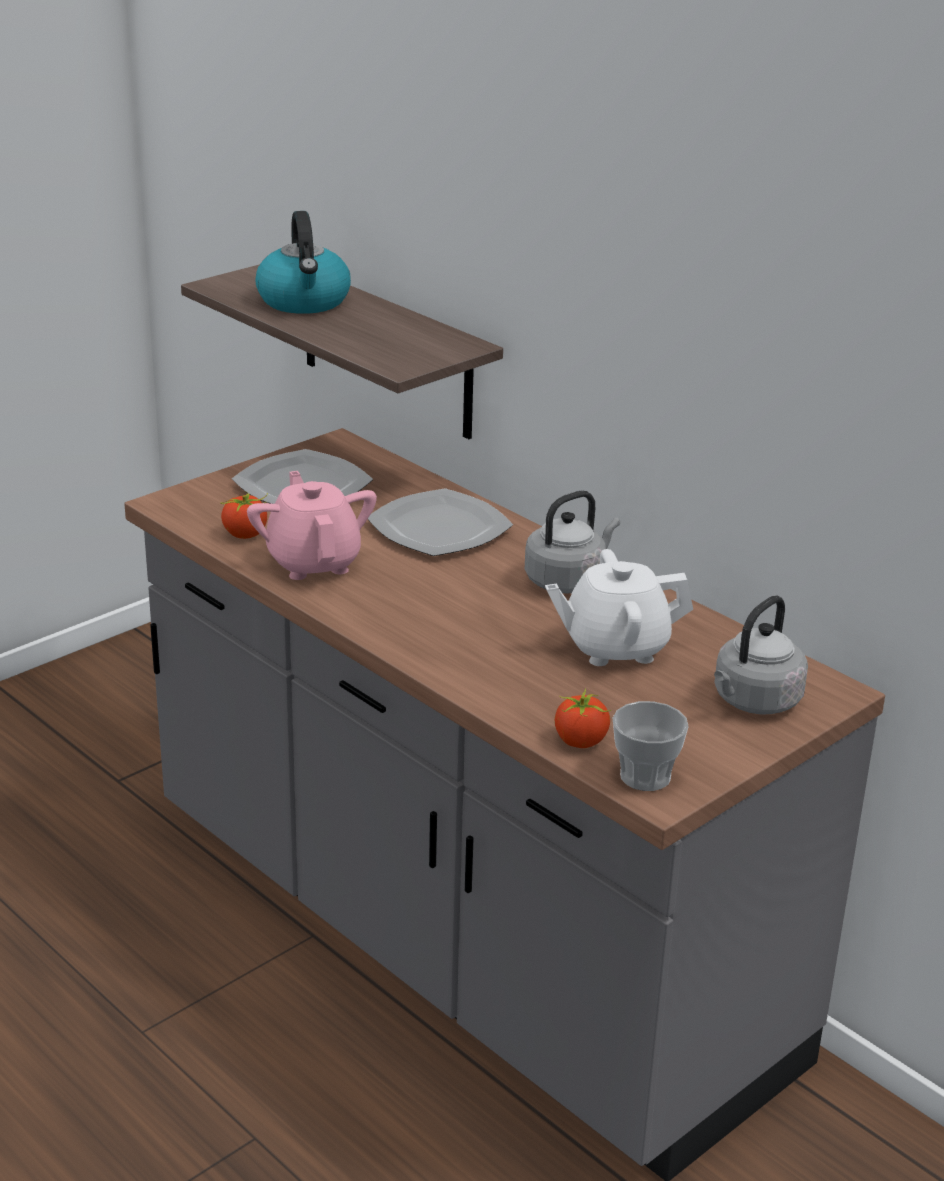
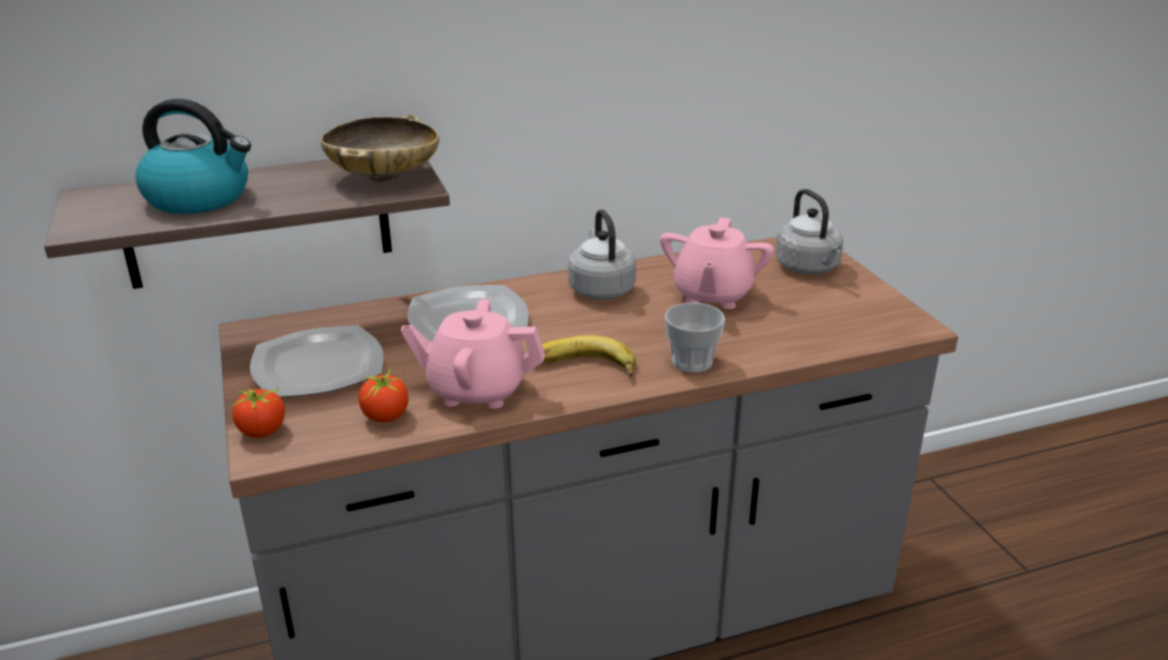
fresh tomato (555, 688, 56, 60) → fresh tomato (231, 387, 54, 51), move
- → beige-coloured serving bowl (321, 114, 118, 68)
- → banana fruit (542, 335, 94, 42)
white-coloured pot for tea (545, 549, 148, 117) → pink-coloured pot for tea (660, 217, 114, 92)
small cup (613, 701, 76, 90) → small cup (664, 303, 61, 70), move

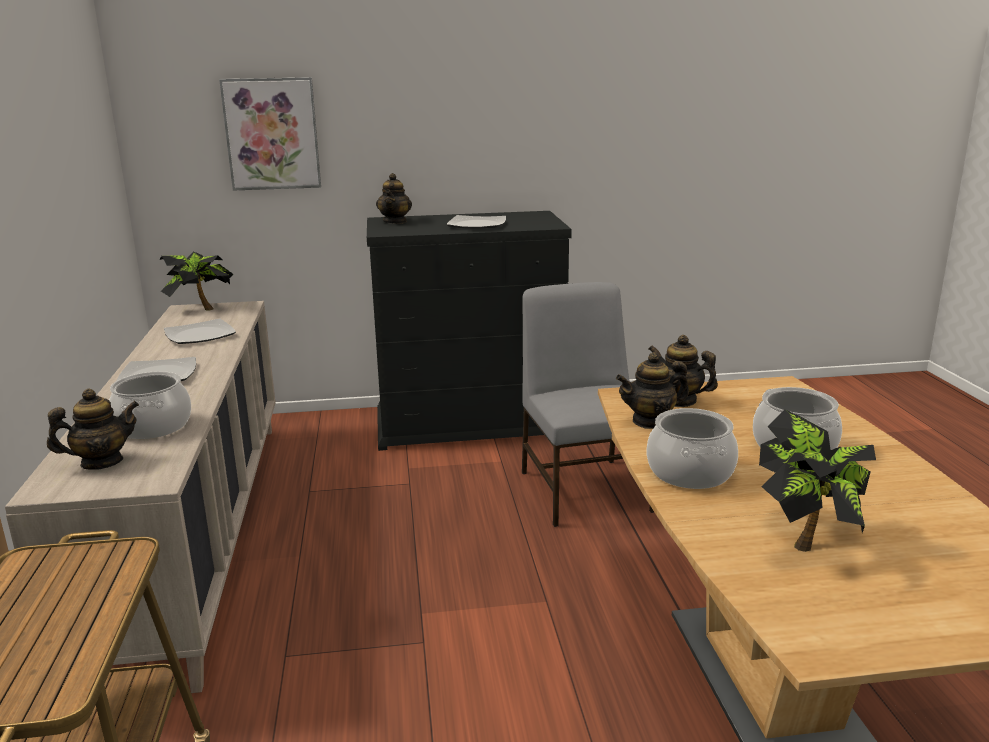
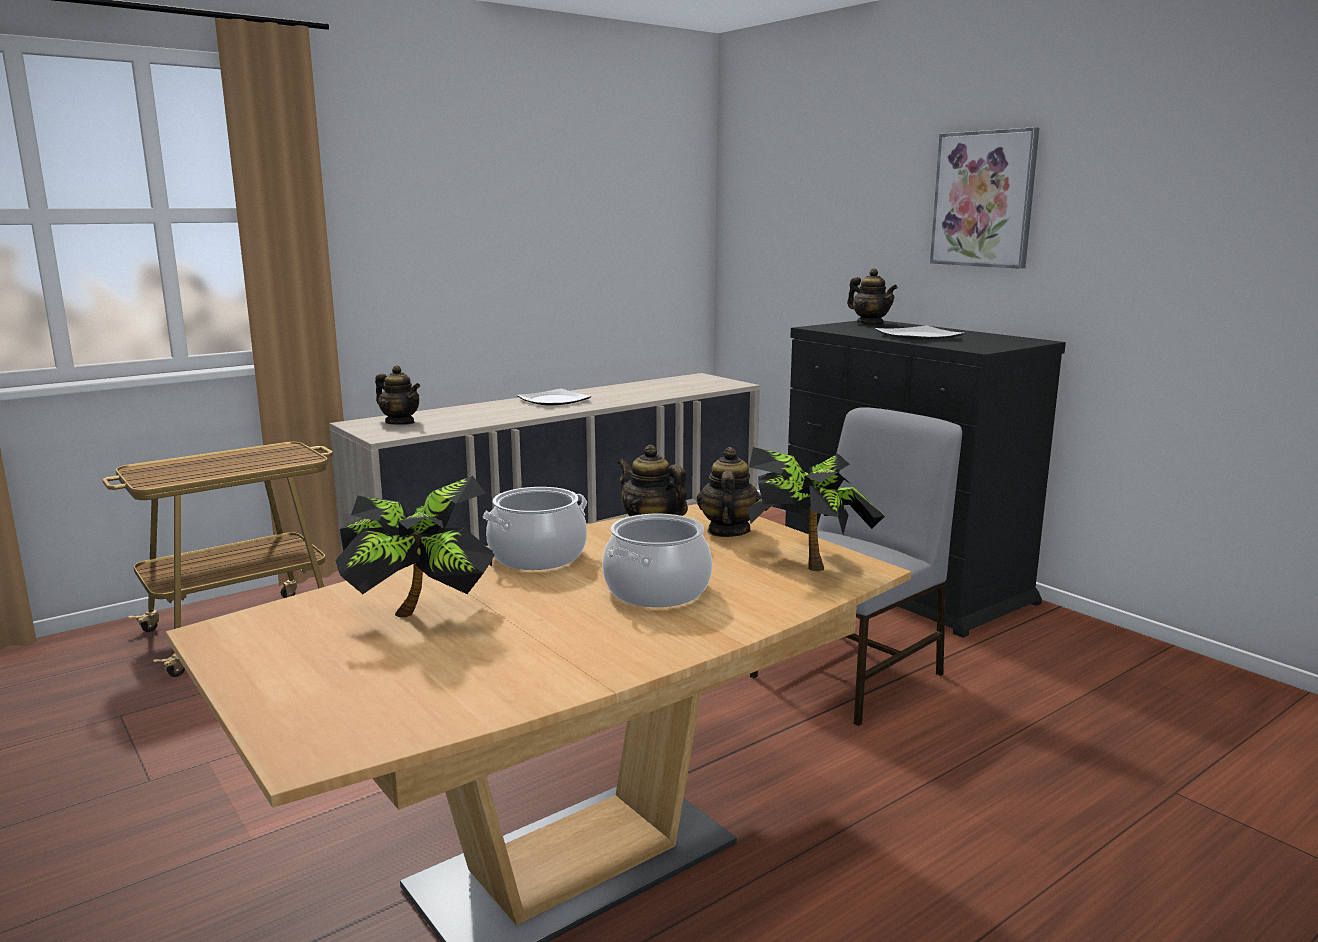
houseplant (160, 251, 73, 60) → houseplant (748, 447, 137, 124), move
pot for tea (376, 173, 36, 51) → pot for tea (847, 268, 51, 57), 105 degrees counterclockwise
picture (219, 77, 102, 114) → picture (930, 127, 109, 142), move
saucepot (109, 371, 82, 68) → -
dinner plate (164, 319, 72, 25) → -

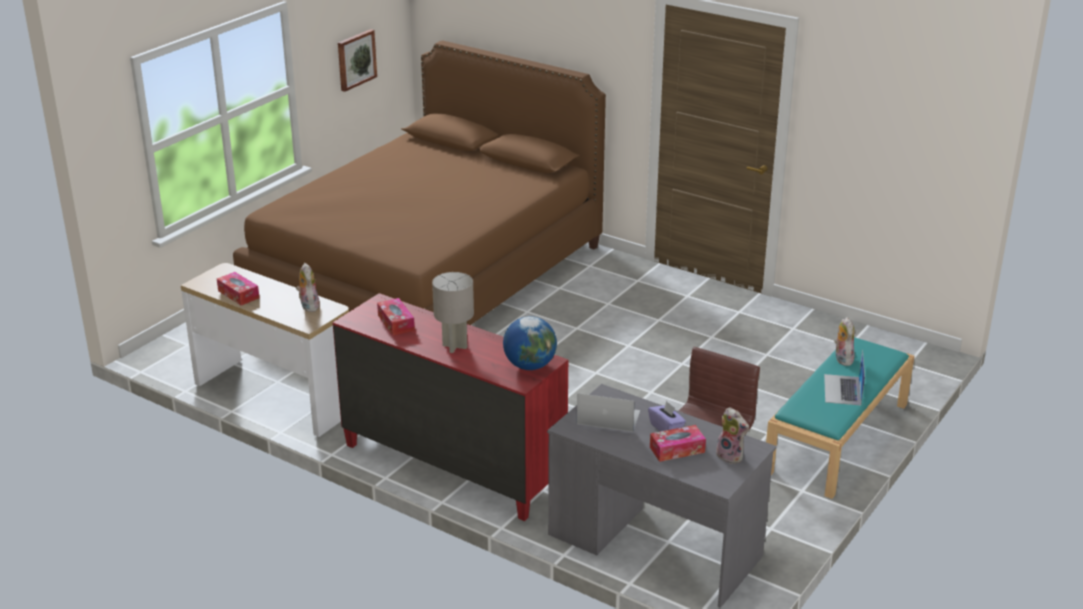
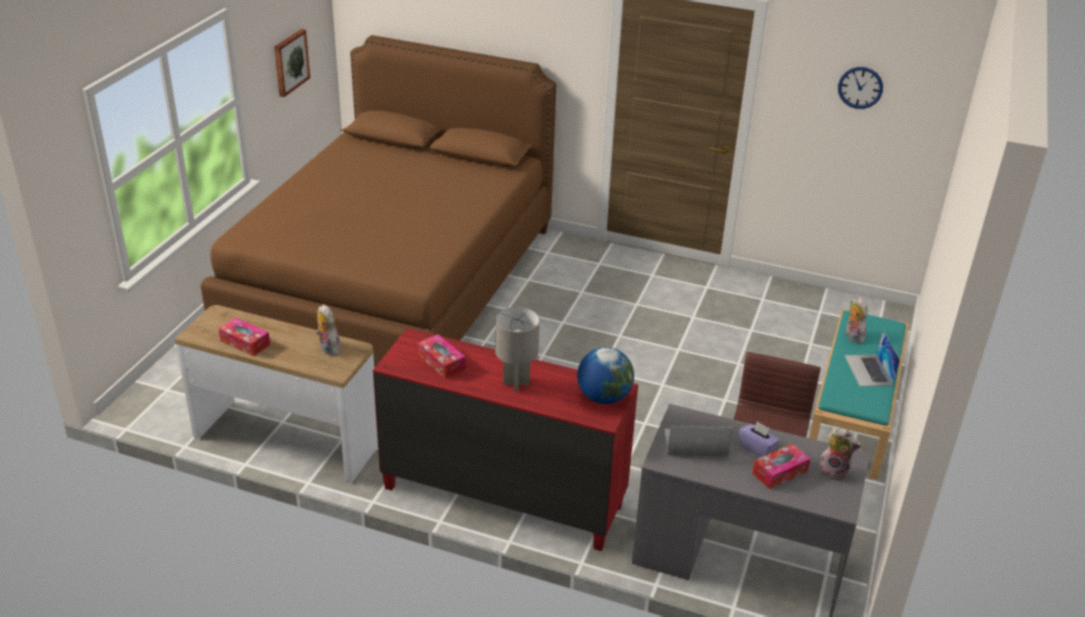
- → clock on the wall (838, 67, 45, 42)

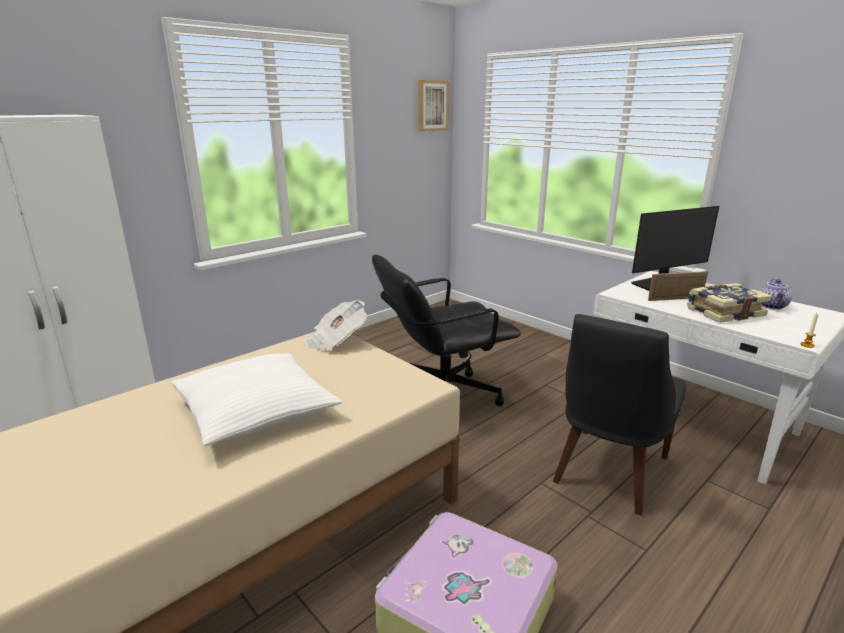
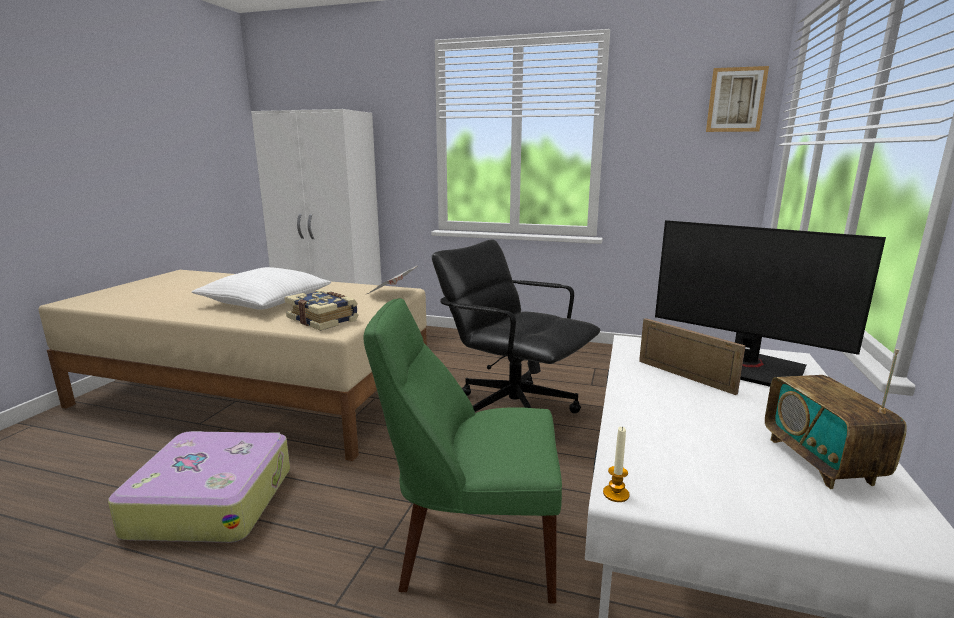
book (687, 283, 85, 40) → book (284, 289, 75, 42), move
black chair (553, 314, 133, 201) → green chair (363, 298, 199, 306)
pot for tea (759, 279, 33, 31) → radio (765, 349, 142, 140)

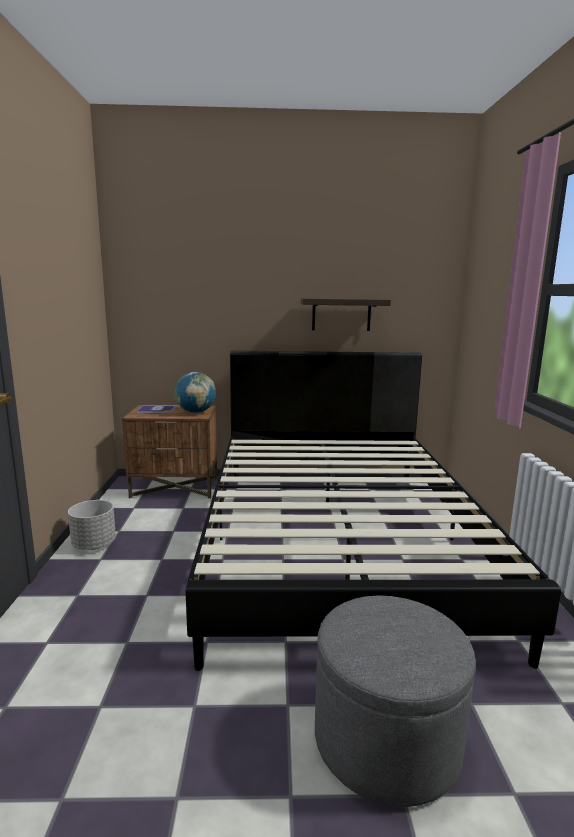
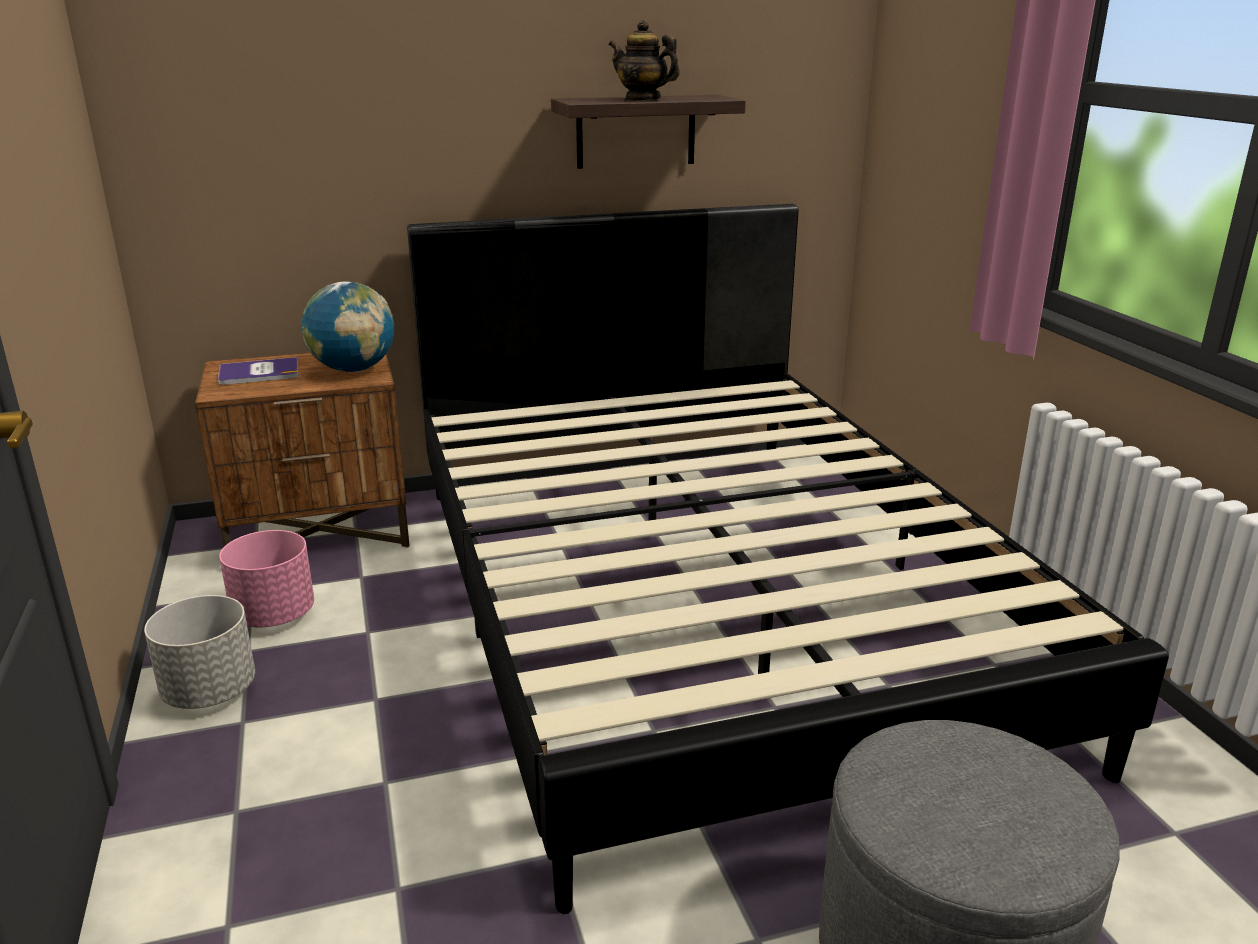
- → pink-coloured plant pot (219, 530, 95, 97)
- → pot for tea (609, 20, 71, 81)

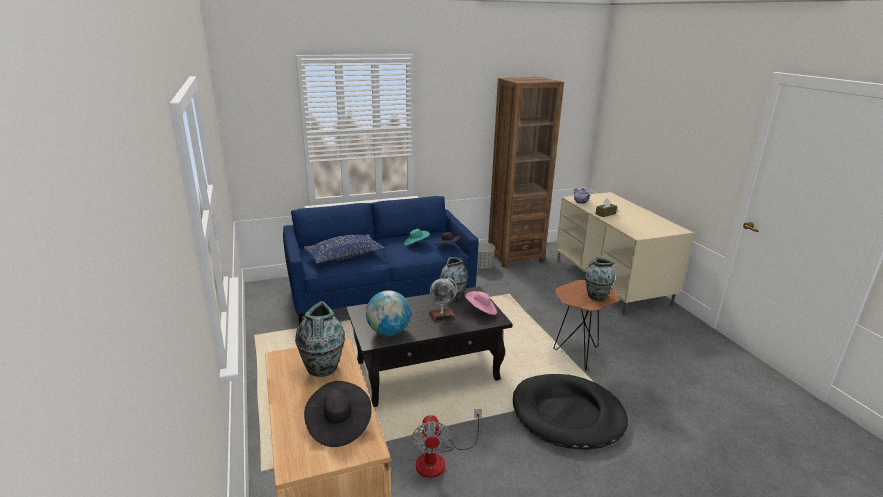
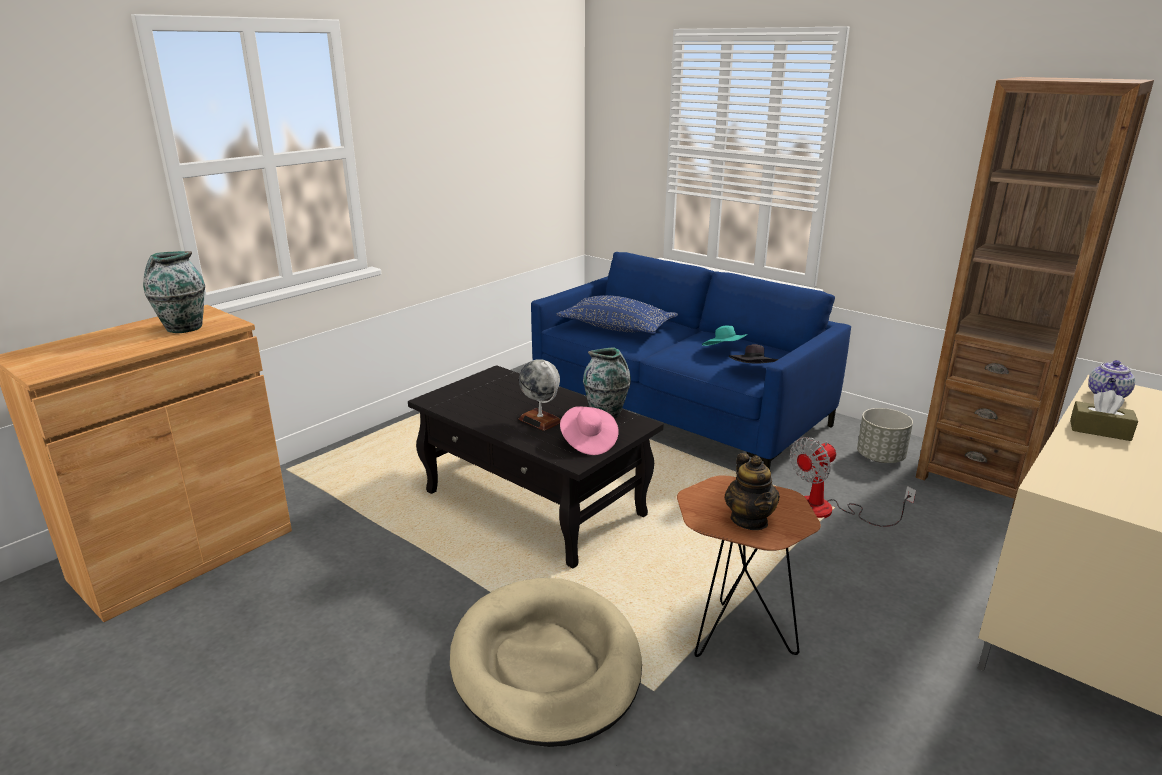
black dog bed (513, 374, 115, 76) → beige-coloured dog bed (450, 578, 192, 169)
flower vase (585, 257, 30, 44) → pot for tea (725, 453, 55, 77)
fan (412, 409, 70, 69) → fan (790, 437, 126, 90), move
black clothing hat (304, 381, 68, 66) → -
globe (366, 290, 45, 46) → -

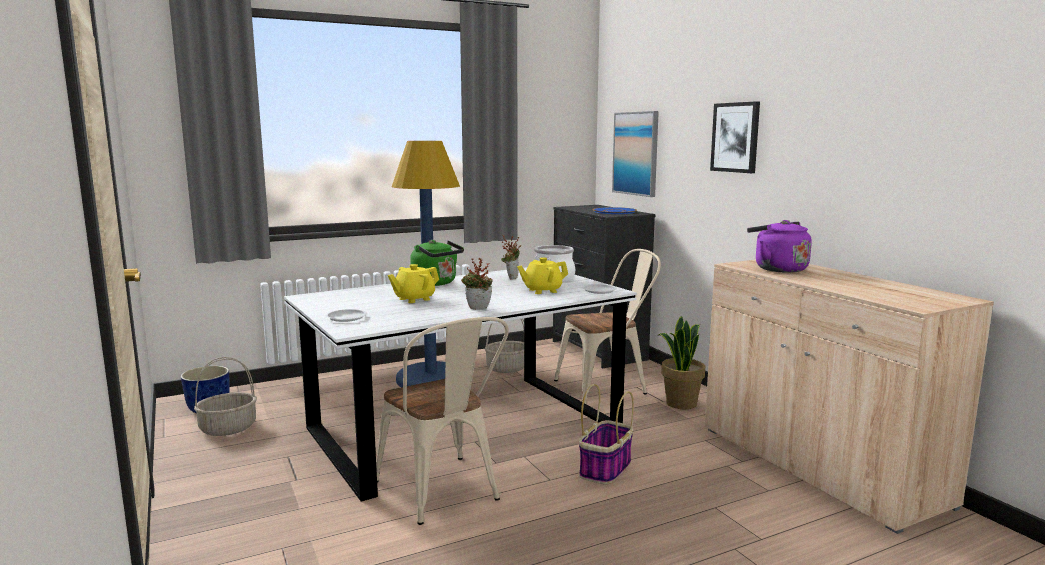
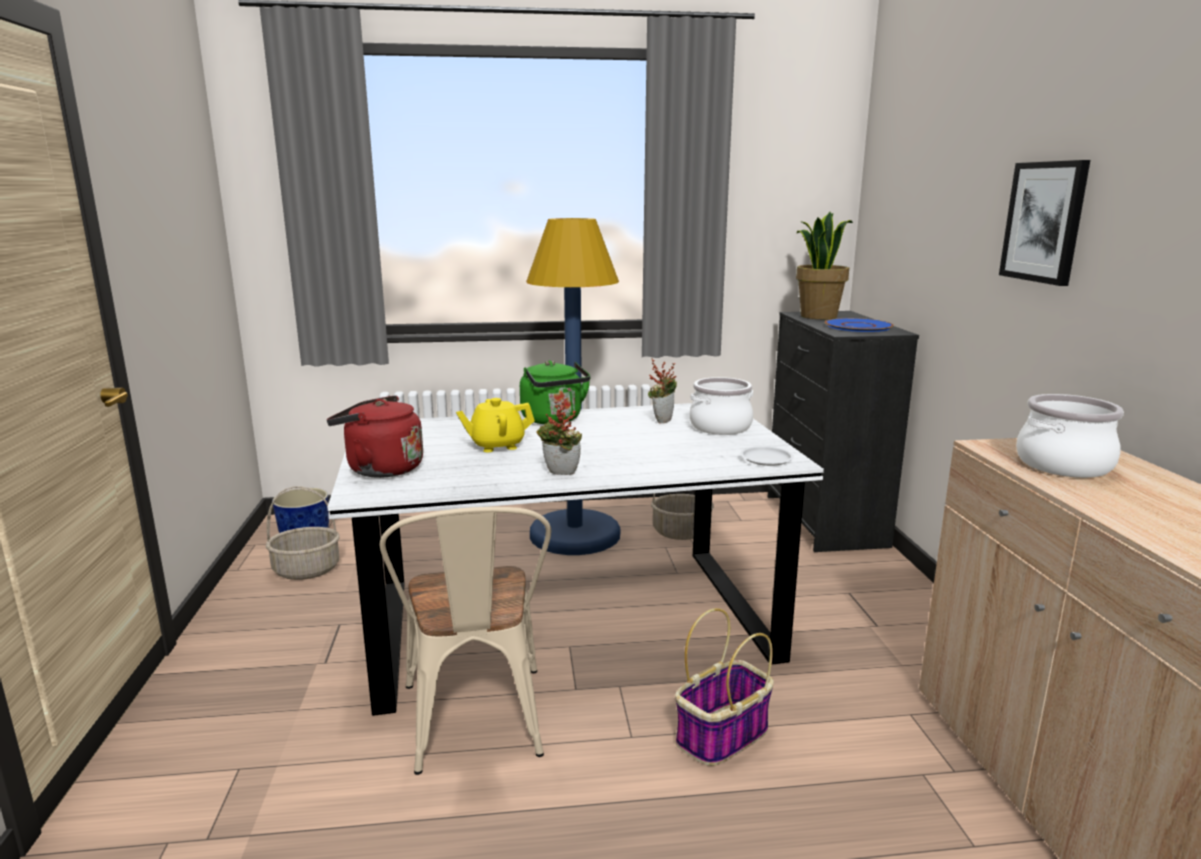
white-coloured dinner plate (325, 309, 42, 13) → red-coloured water kettle (327, 395, 96, 83)
houseplant (657, 316, 48, 93) → houseplant (796, 212, 57, 107), move
purplish water kettle (747, 220, 65, 53) → saucepot (1016, 394, 108, 84)
yellow pot for tea (517, 257, 51, 37) → -
beige-coloured chair (554, 249, 107, 155) → -
picture (612, 111, 47, 86) → -

